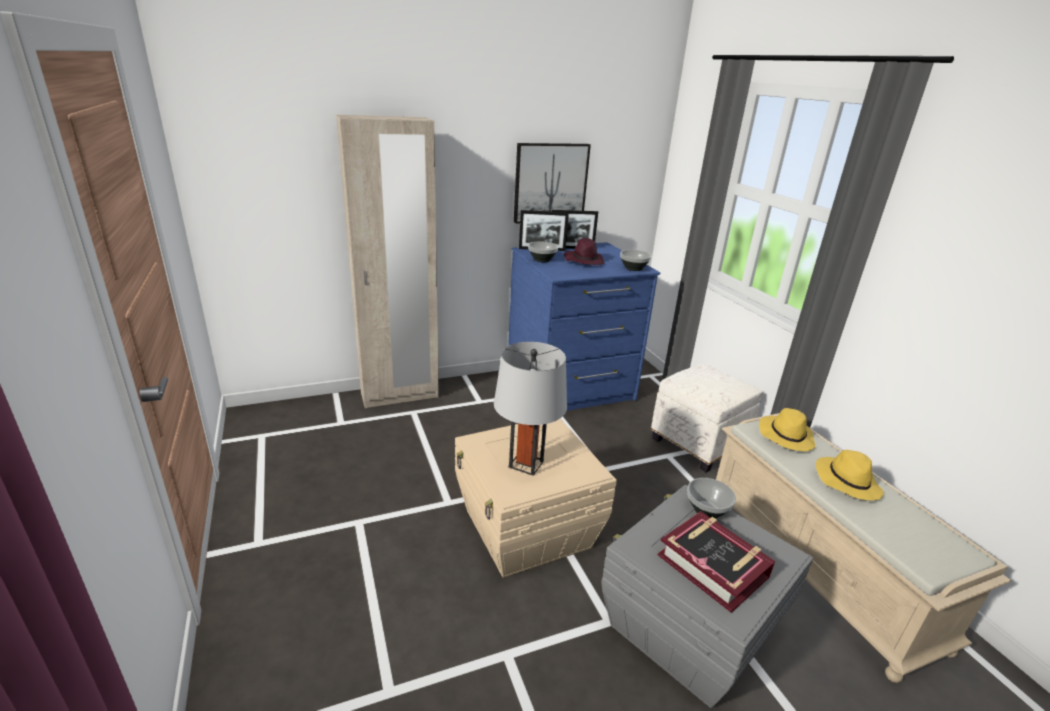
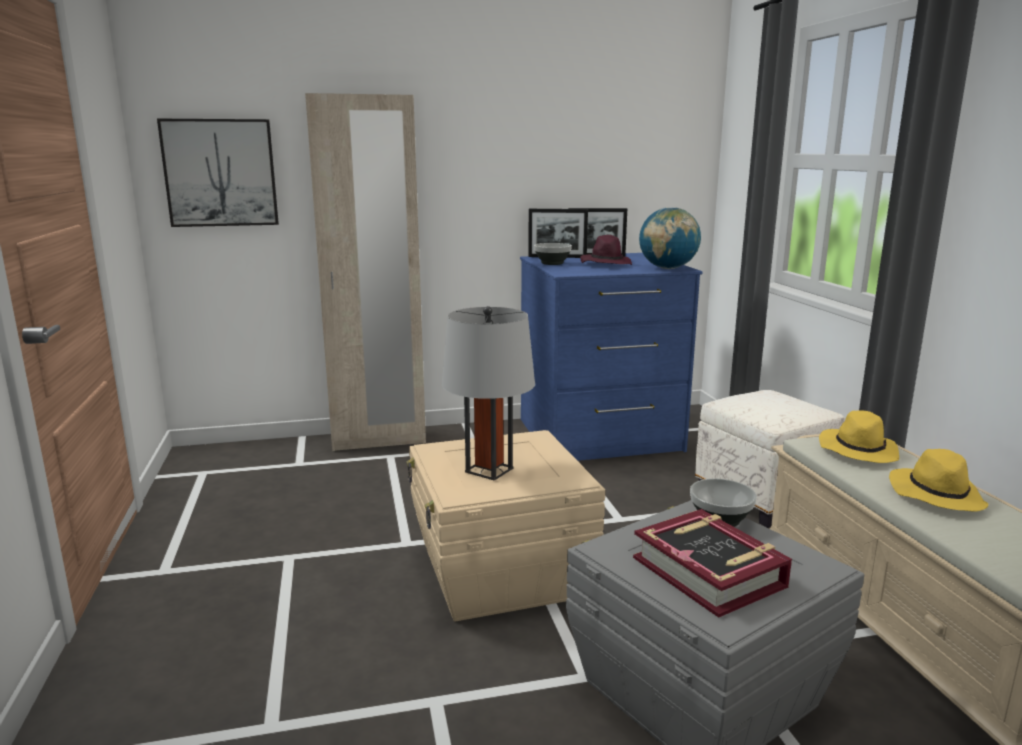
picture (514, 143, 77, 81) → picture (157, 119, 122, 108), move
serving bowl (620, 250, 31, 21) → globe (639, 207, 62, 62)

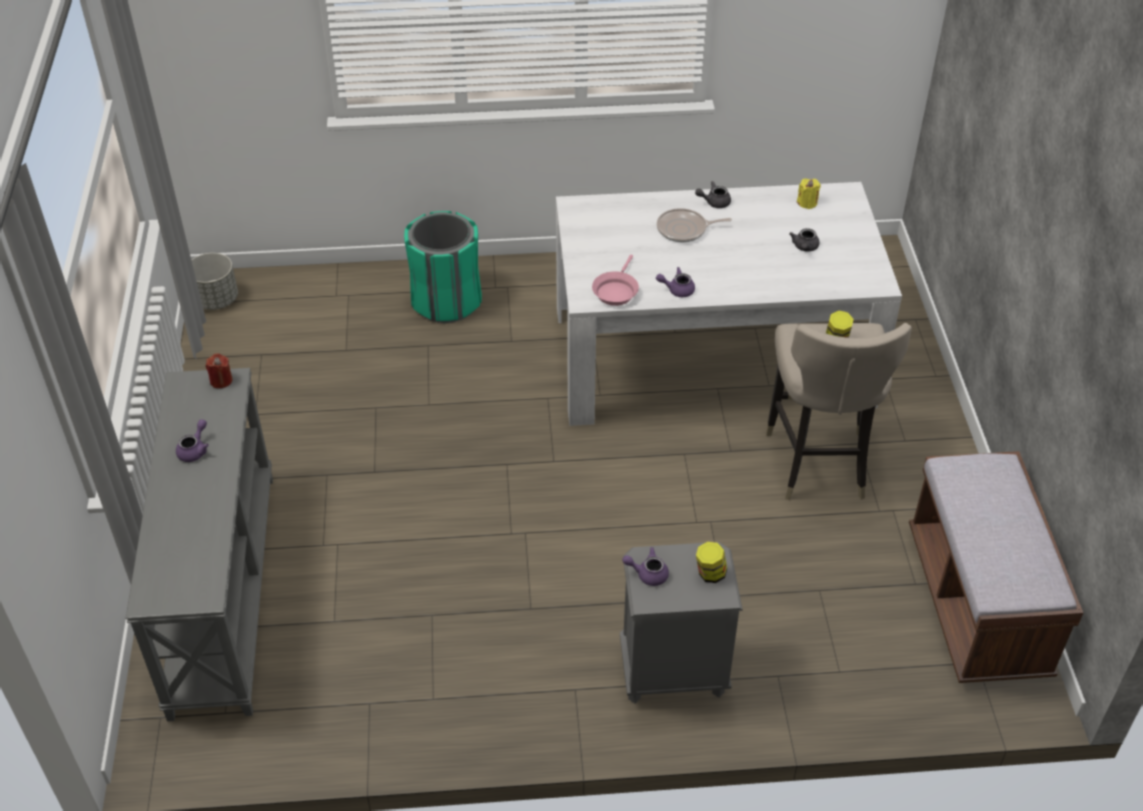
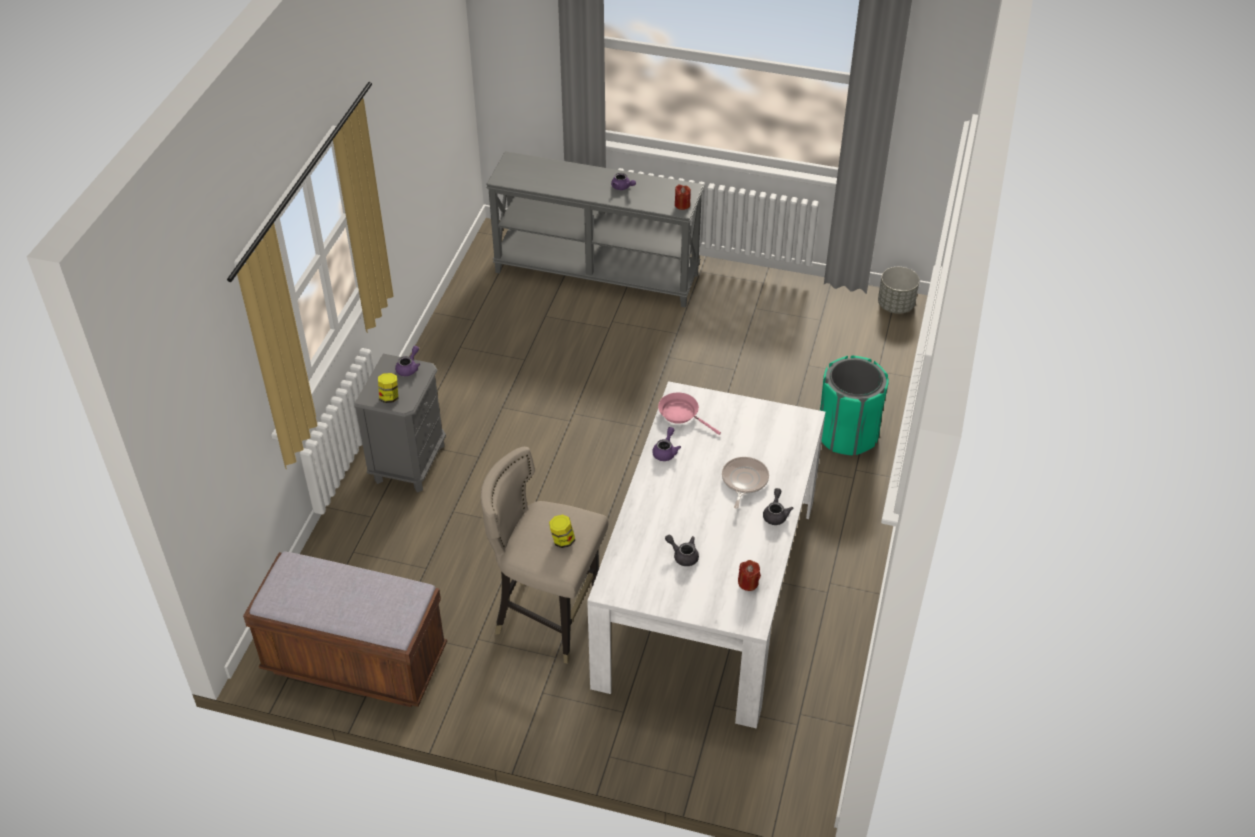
yellow wax light (797, 178, 24, 31) → red-coloured wax light (738, 560, 23, 31)

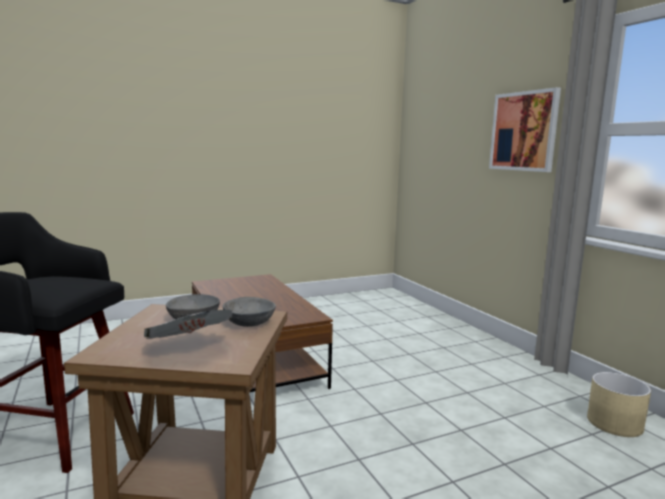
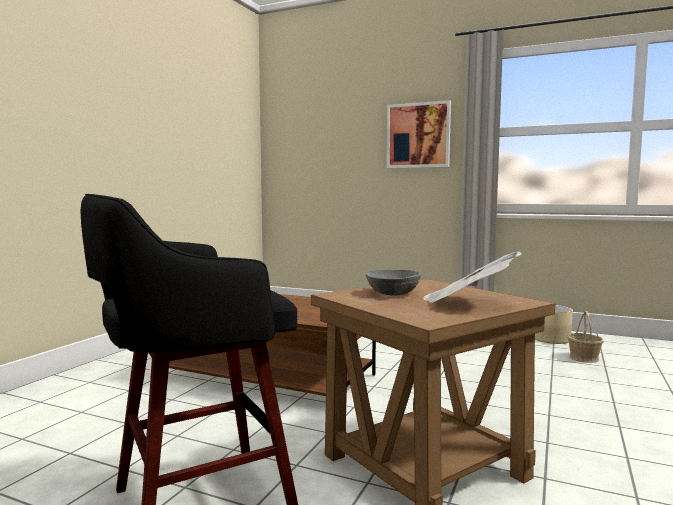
- → storage basket (567, 311, 37, 52)
greyish serving bowl (223, 297, 53, 30) → -

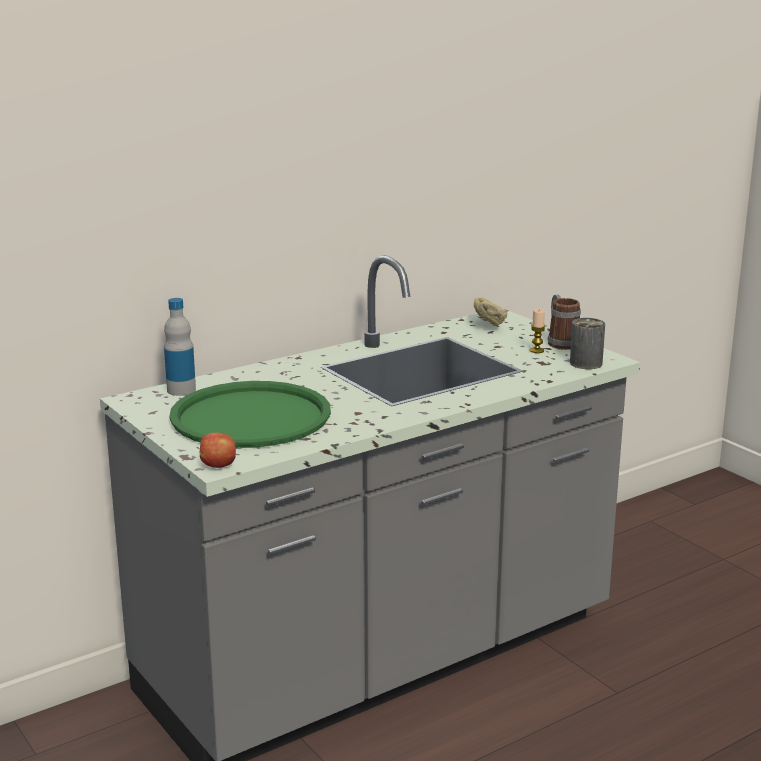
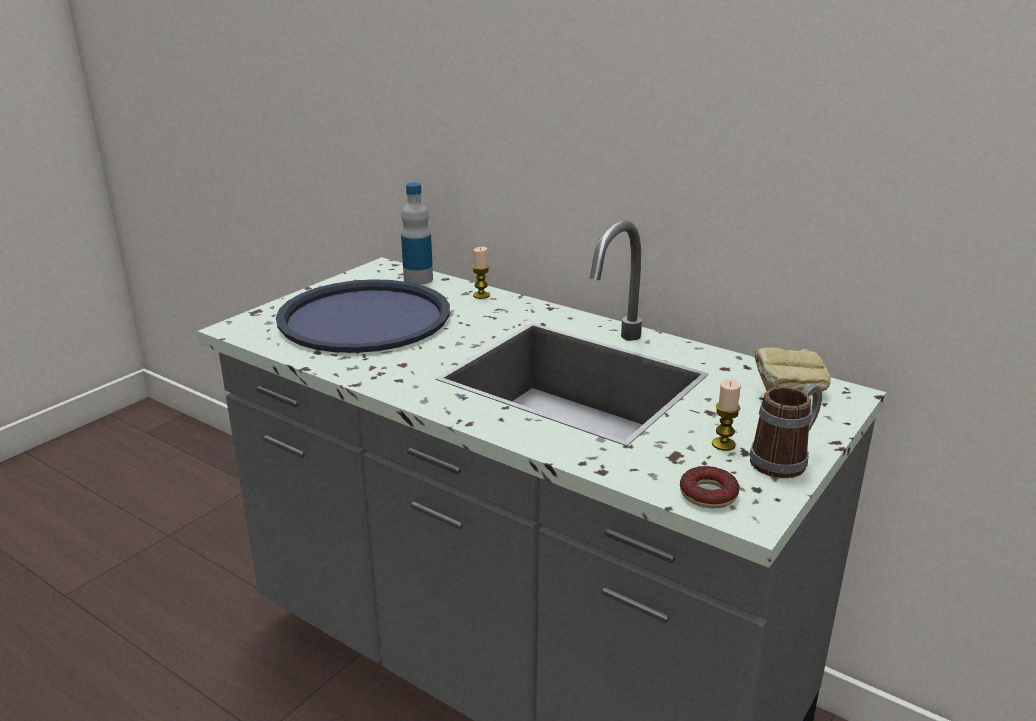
green carrying tray (169, 381, 162, 67) → blue carrying tray (276, 279, 174, 74)
- → wax light (472, 247, 18, 52)
can (570, 318, 35, 51) → donut (680, 466, 59, 42)
whole apple (200, 433, 36, 35) → -

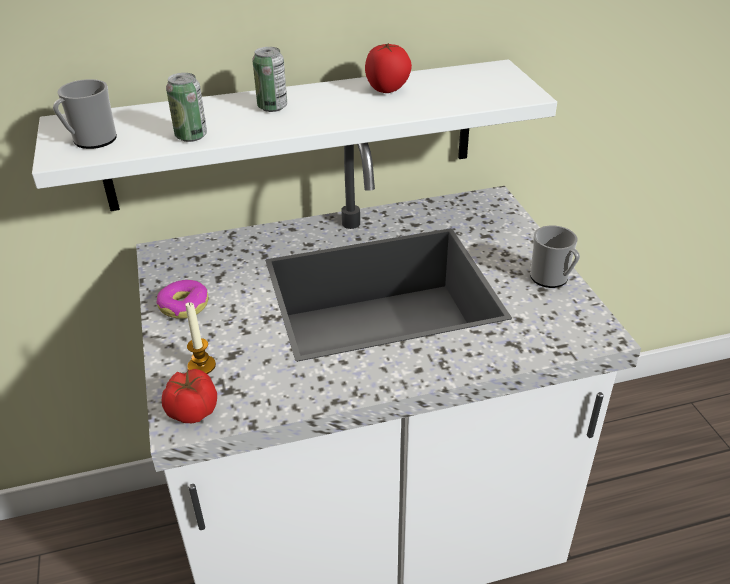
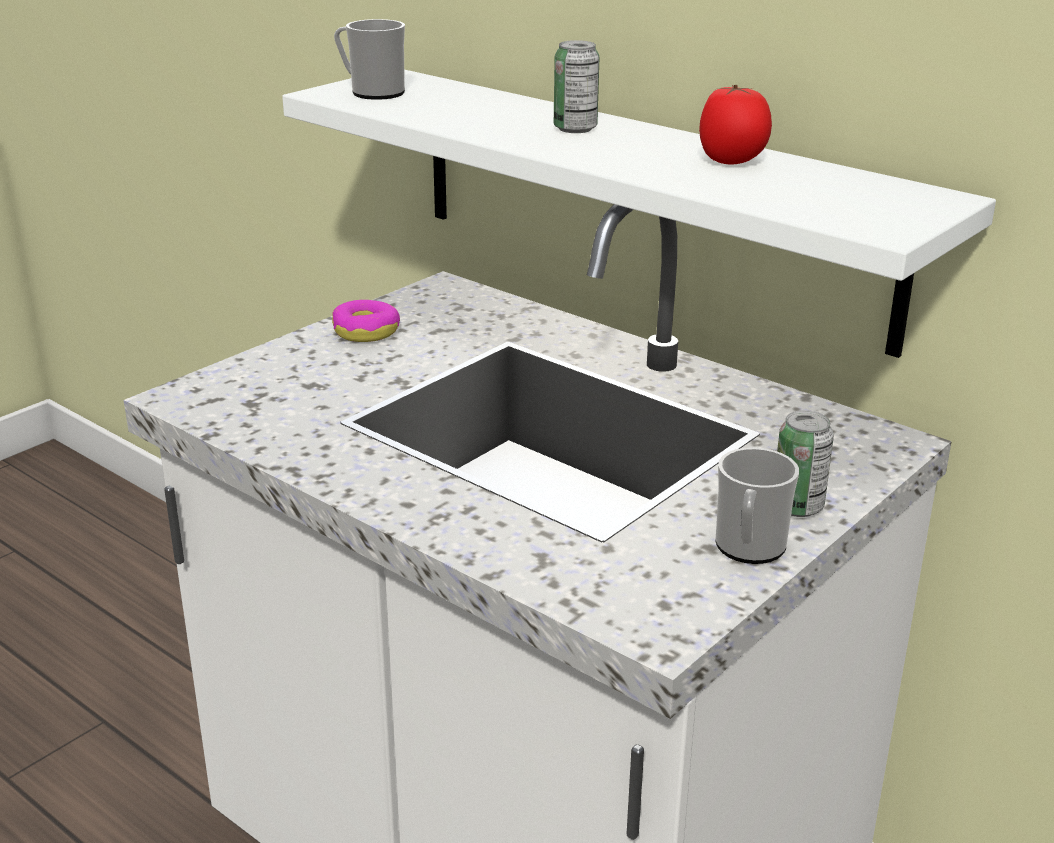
can (166, 73, 41, 69) → can (777, 410, 57, 107), move
fresh tomato (162, 369, 55, 54) → -
wax light (185, 302, 31, 72) → -

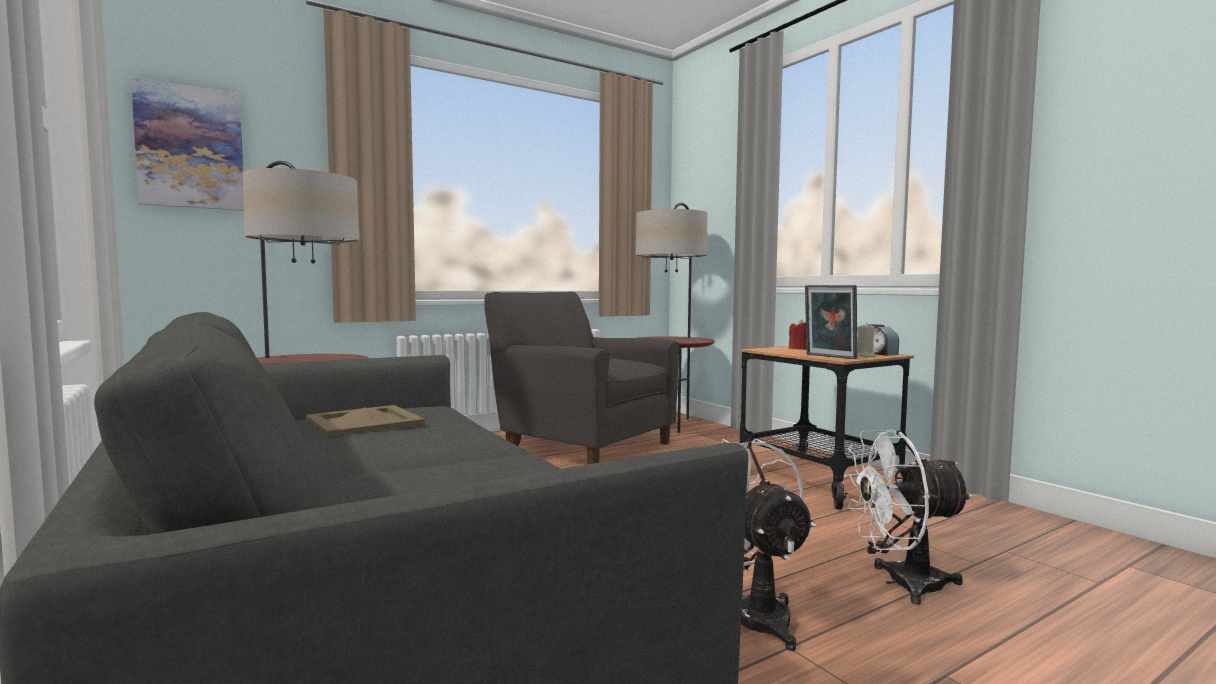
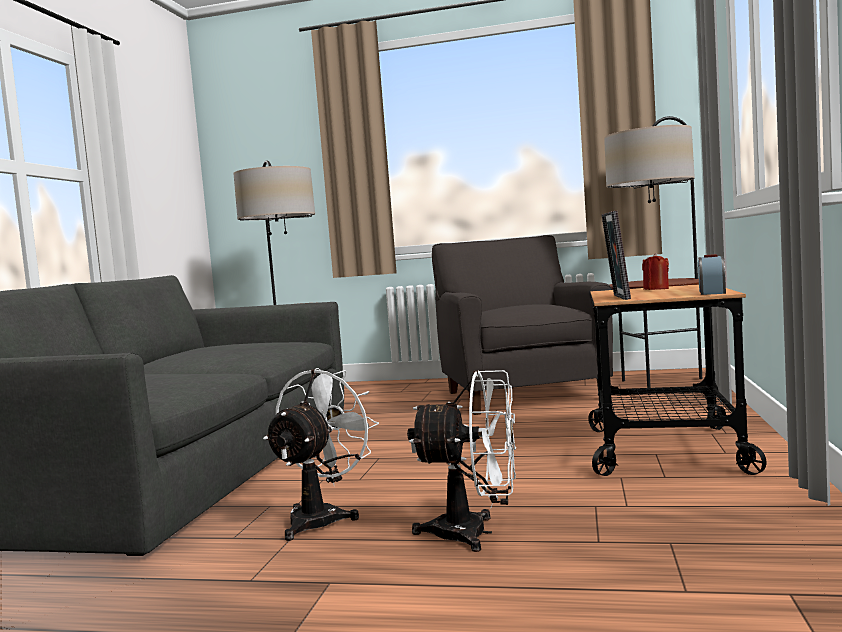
white-coloured fan (844, 429, 129, 176) → white-coloured fan (407, 370, 109, 182), 150 degrees clockwise
picture (131, 77, 113, 134) → -
beige-coloured carrying tray (305, 405, 120, 31) → -
beige-coloured wax light (857, 324, 19, 33) → -

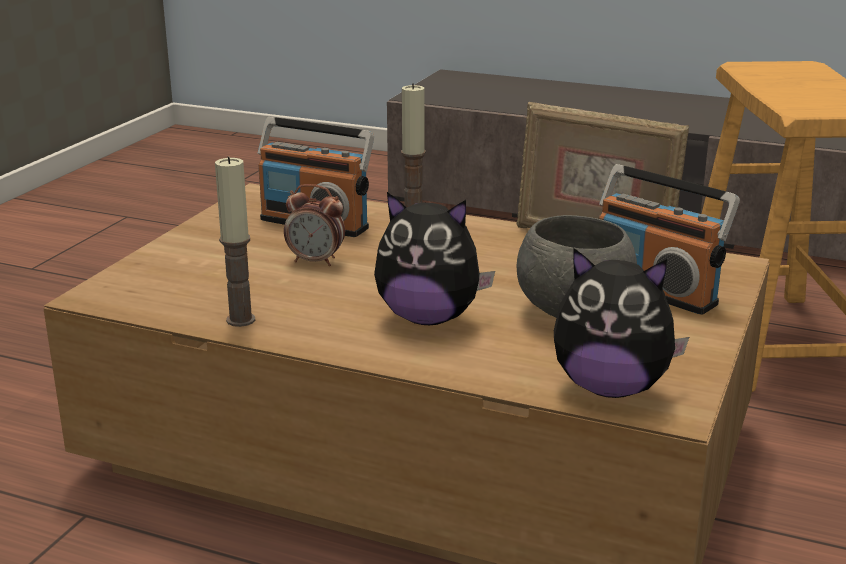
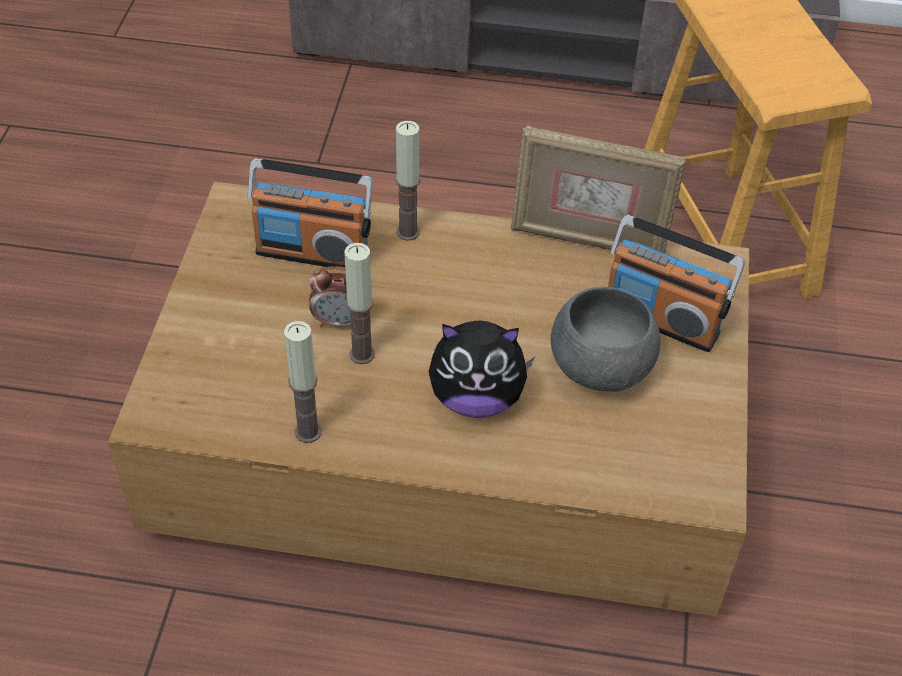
- → wax light (344, 243, 31, 121)
cuddly toy (554, 248, 135, 150) → -

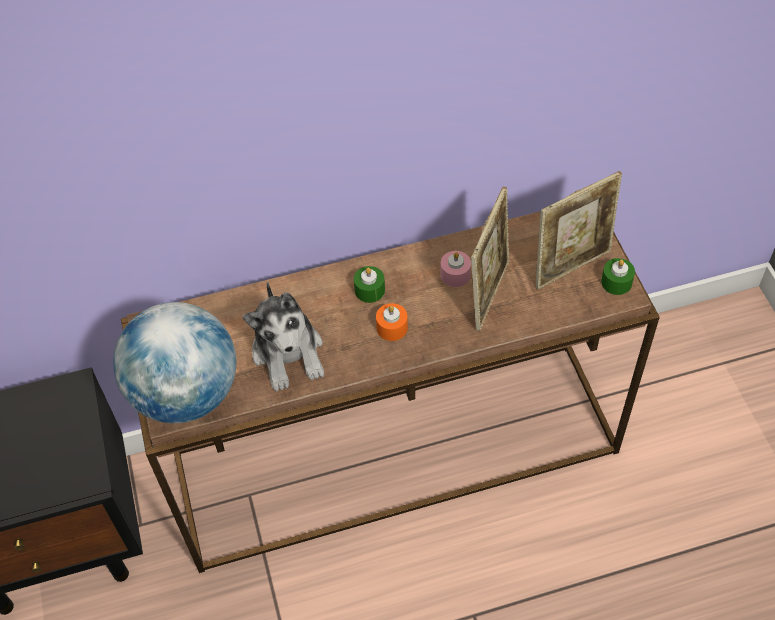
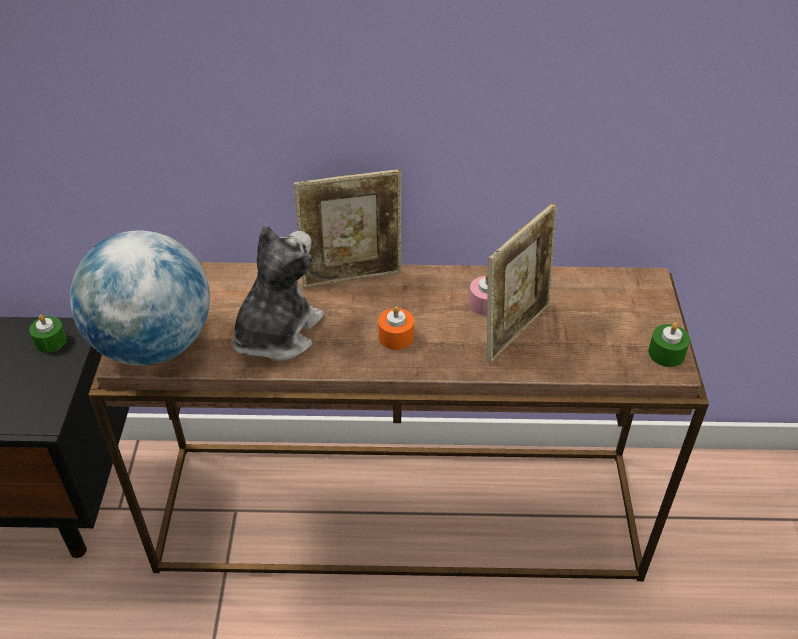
green wax light (354, 266, 31, 37) → green wax light (29, 314, 38, 39), move
cuddly toy (243, 282, 81, 110) → cuddly toy (232, 225, 92, 136), 150 degrees counterclockwise
picture frame (535, 171, 87, 119) → picture frame (294, 169, 108, 119), move

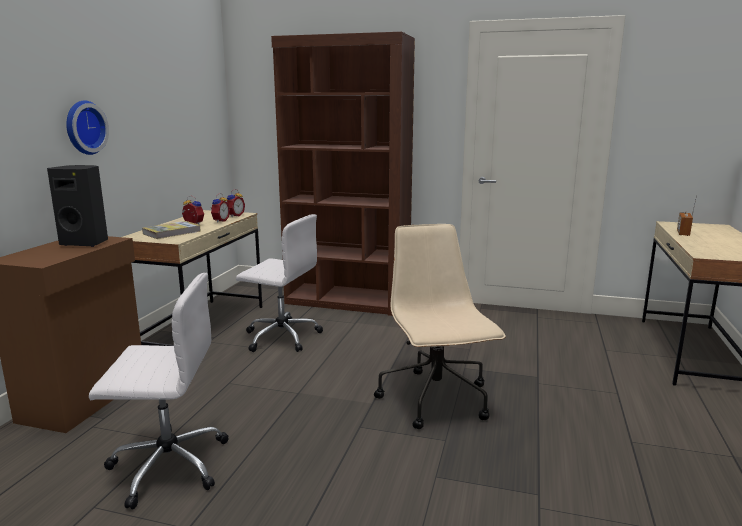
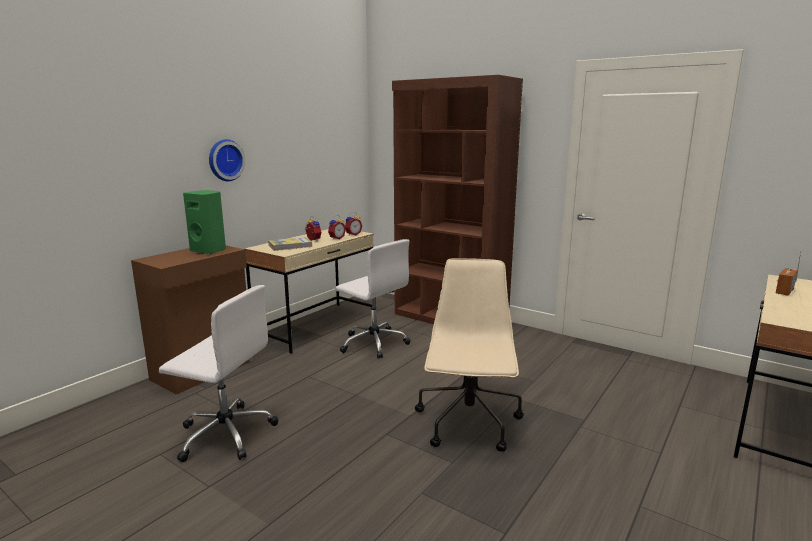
black loudspeaker (47, 165, 61, 82) → green loudspeaker (183, 190, 43, 64)

